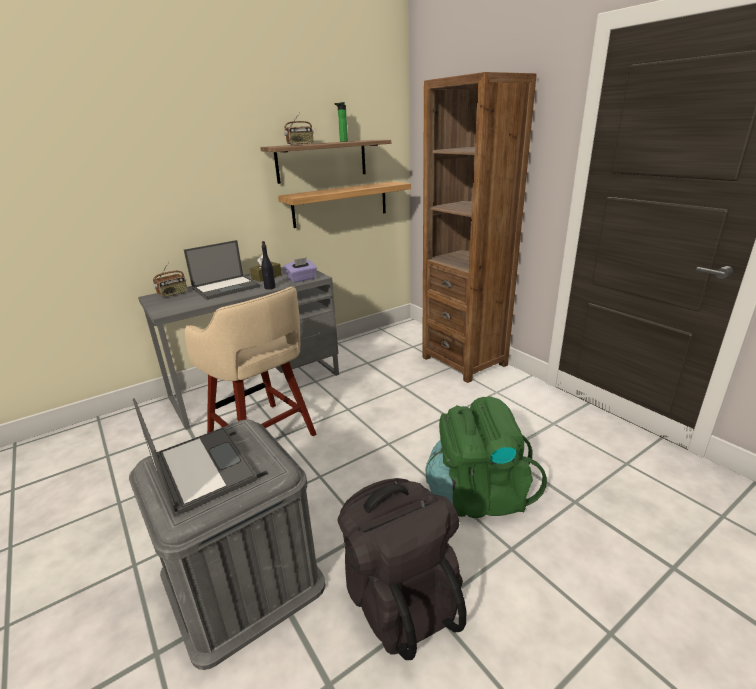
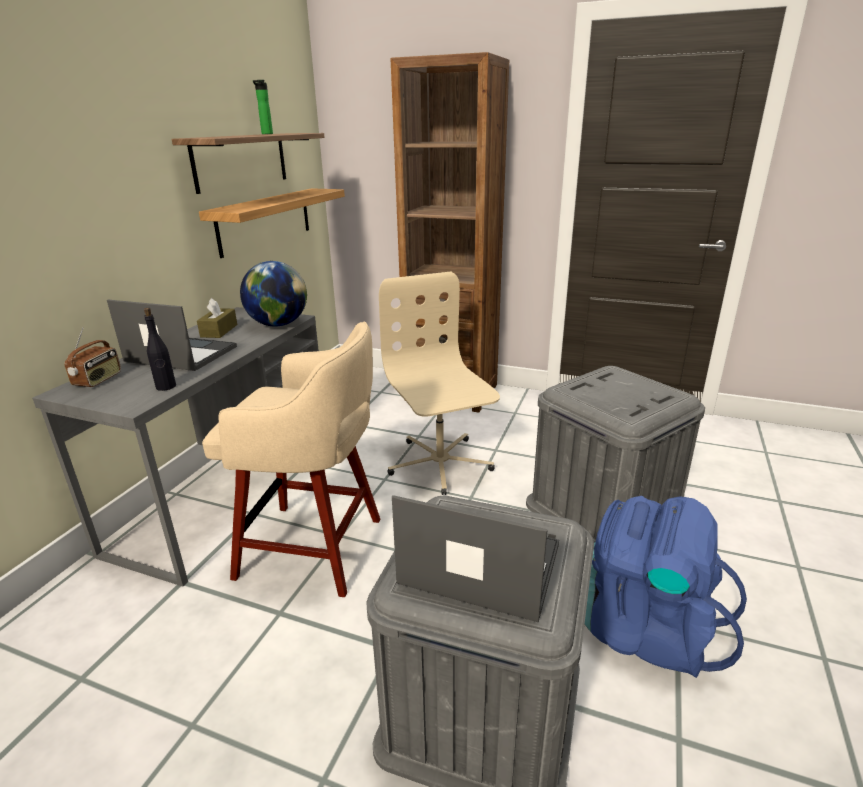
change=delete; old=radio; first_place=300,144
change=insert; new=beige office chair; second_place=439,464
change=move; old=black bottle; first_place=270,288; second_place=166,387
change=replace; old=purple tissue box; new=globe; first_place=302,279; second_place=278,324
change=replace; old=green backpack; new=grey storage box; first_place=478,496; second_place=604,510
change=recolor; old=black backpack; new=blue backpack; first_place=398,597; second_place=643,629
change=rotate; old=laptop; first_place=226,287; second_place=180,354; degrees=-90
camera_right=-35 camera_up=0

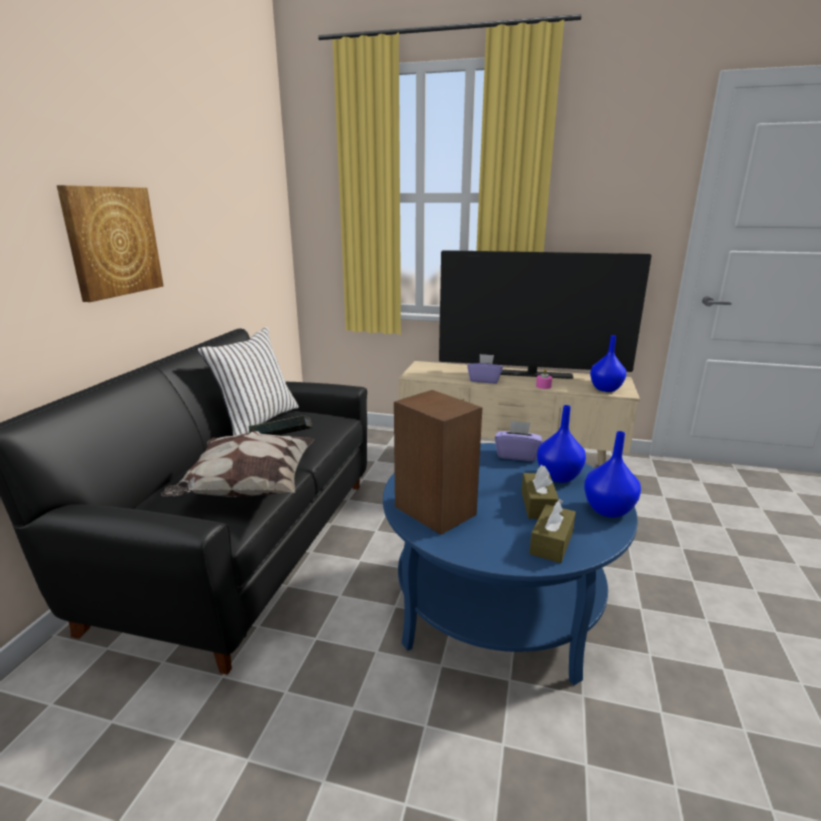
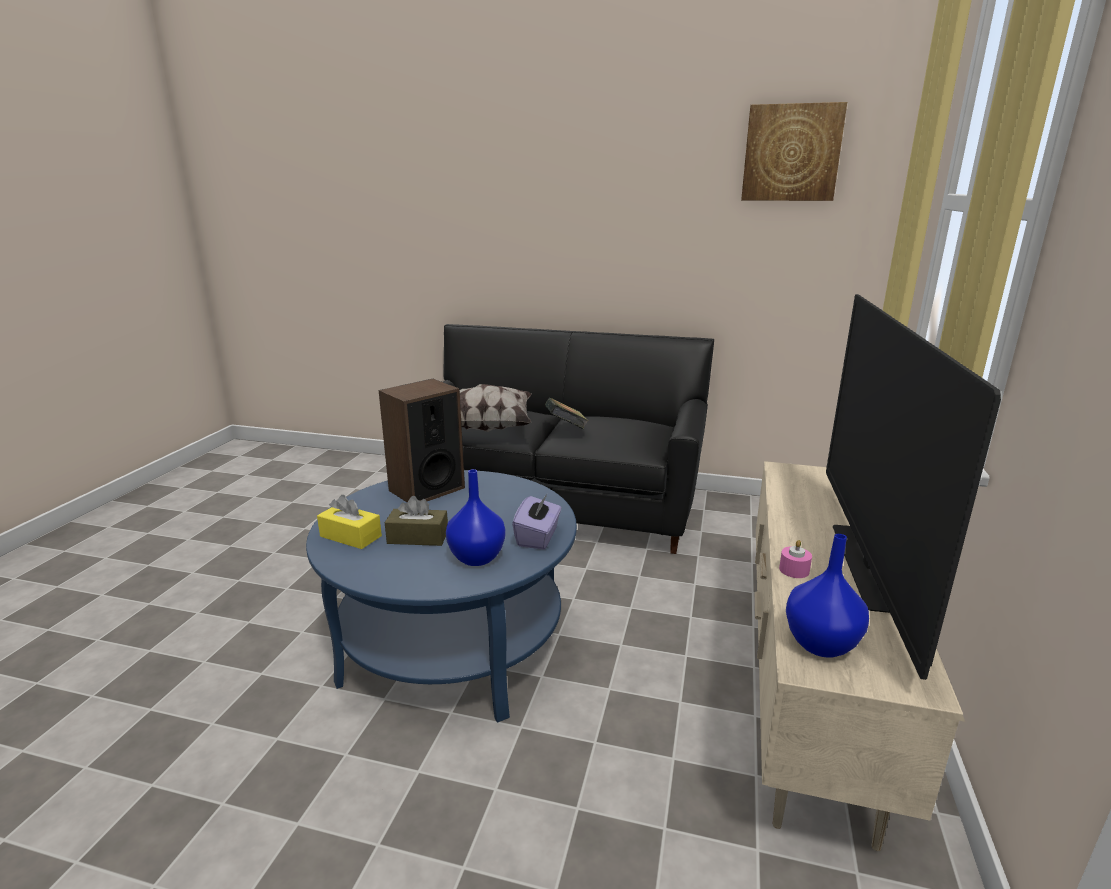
change=delete; old=white pillow; first_place=257,420
change=delete; old=purple tissue box; first_place=484,380
change=delete; old=blue vase; first_place=609,510
change=move; old=picture; first_place=112,241; second_place=791,153
change=recolor; old=brown tissue box; new=yellow tissue box; first_place=551,543; second_place=350,536
camera_right=90 camera_up=0

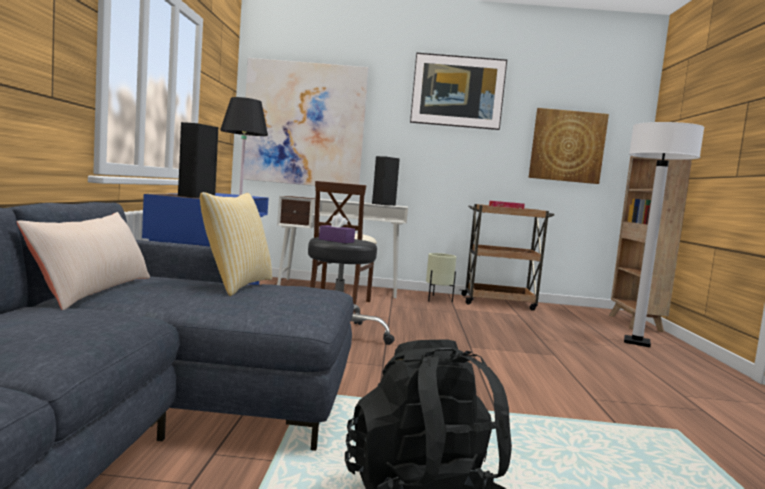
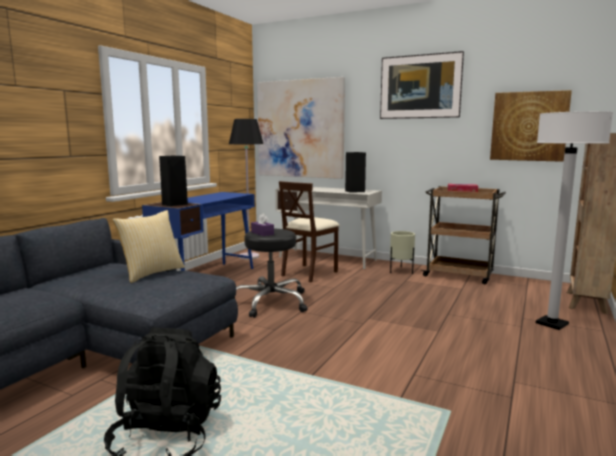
change=delete; old=beige pillow; first_place=93,290
camera_right=25 camera_up=5

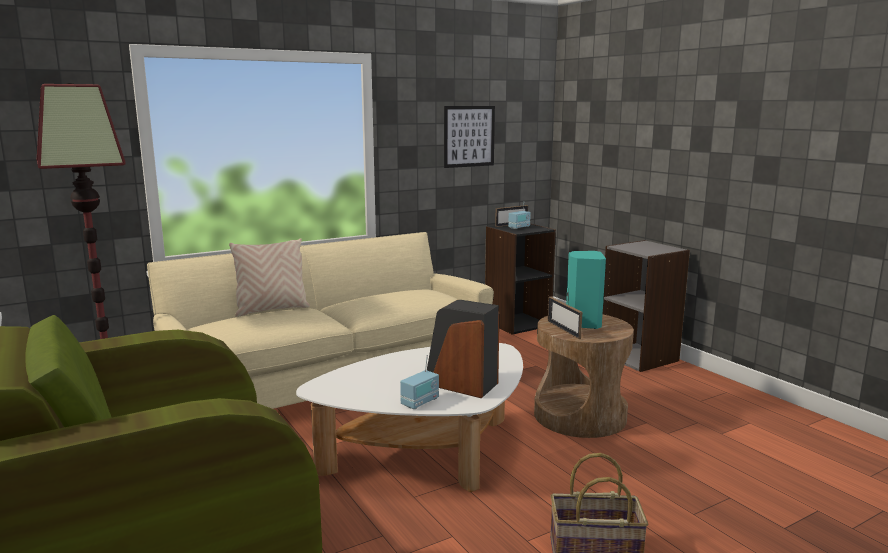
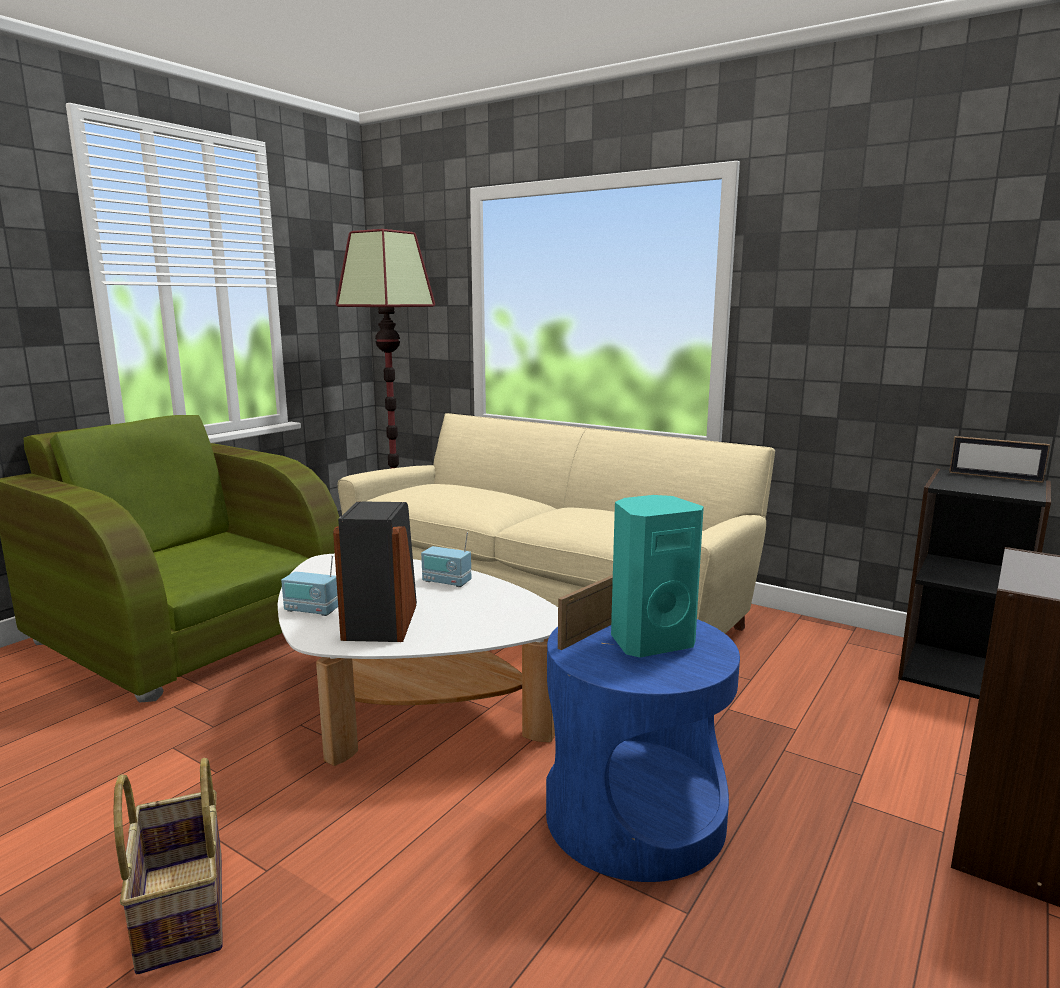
change=delete; old=beige pillow; first_place=271,310
change=delete; old=picture; first_place=469,136
change=move; old=radio; first_place=519,227; second_place=446,582
change=recolor; old=brown side table; new=blue side table; first_place=580,416; second_place=635,816
camera_right=65 camera_up=0

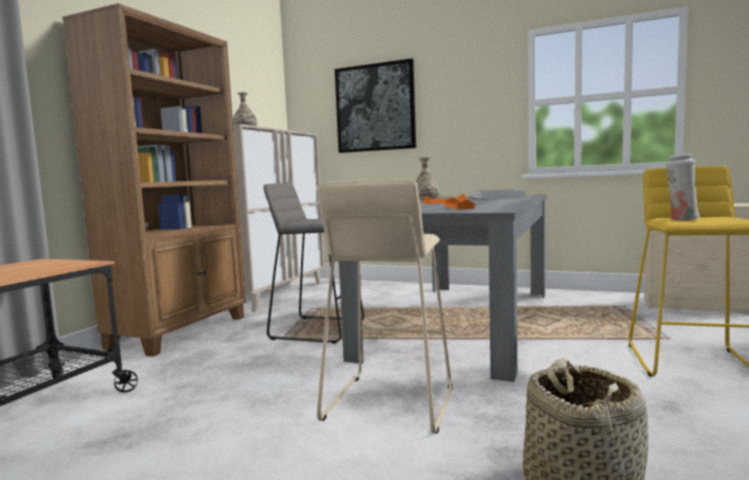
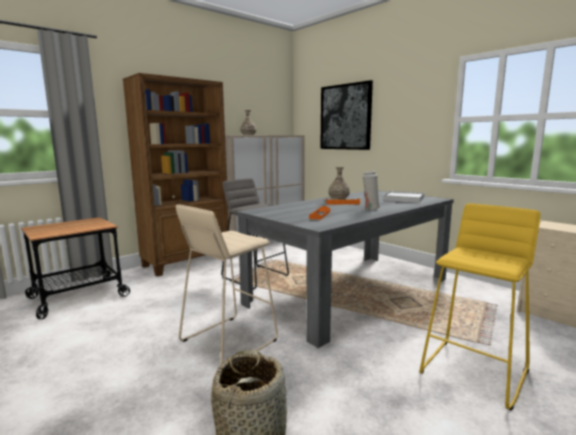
change=move; old=white vase; first_place=682,219; second_place=370,208
camera_right=25 camera_up=5

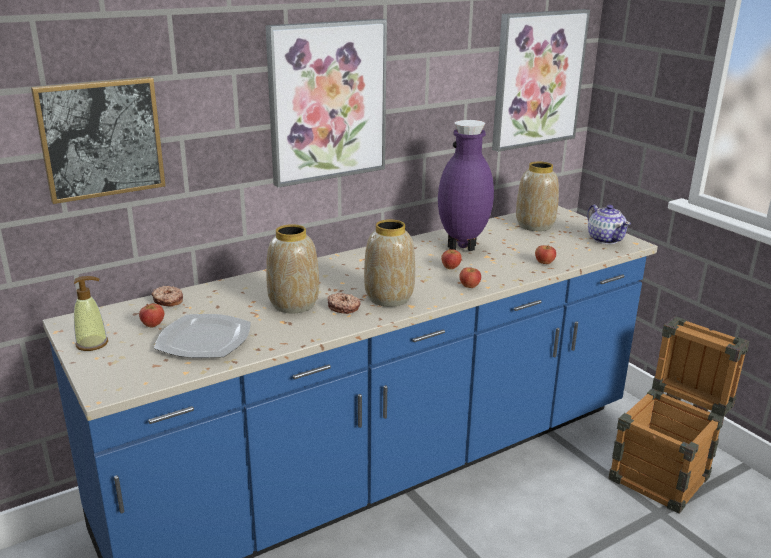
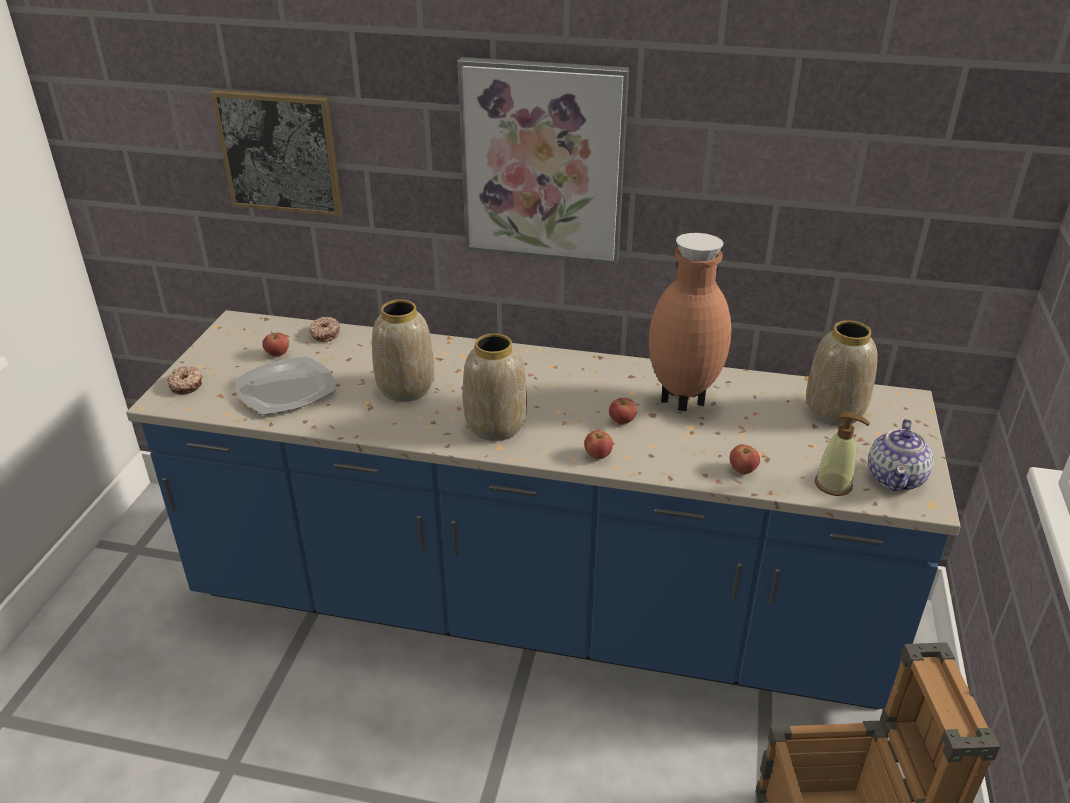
change=delete; old=picture; first_place=537,79
change=move; old=soap dispenser; first_place=92,344; second_place=833,485
change=move; old=donut; first_place=343,307; second_place=187,385
change=recolor; old=purple vase; new=brown vase; first_place=463,248; second_place=682,403
camera_right=45 camera_up=10

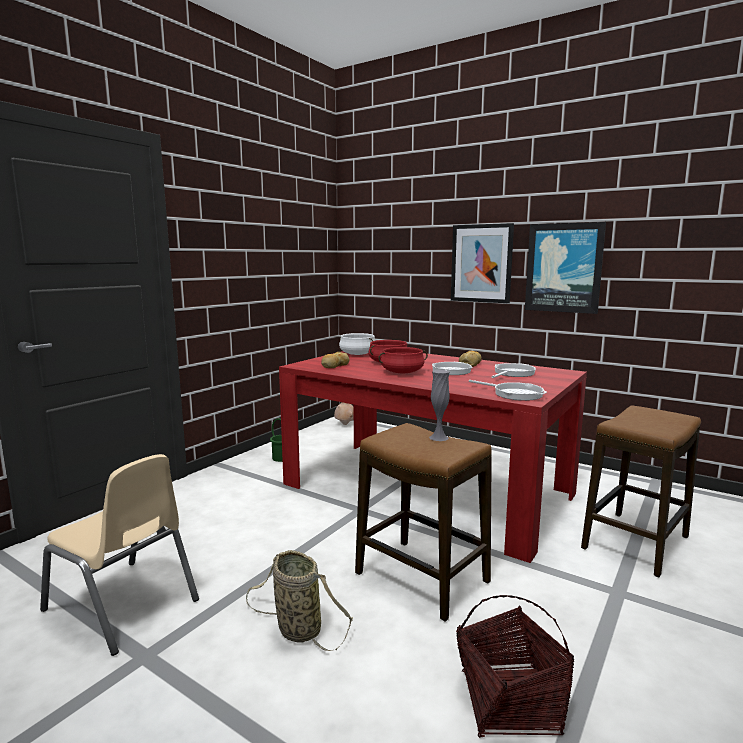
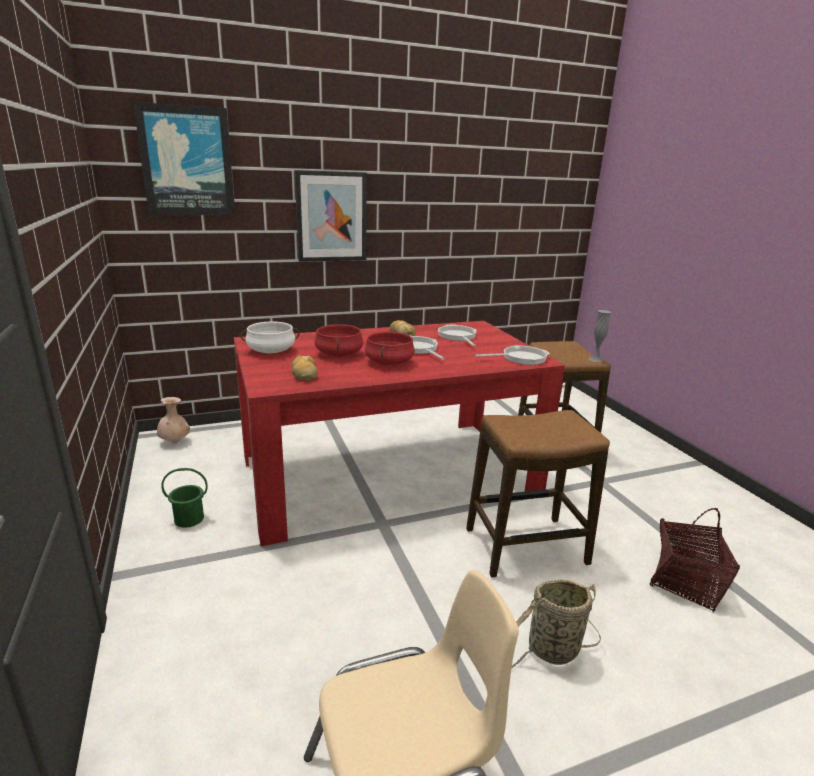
change=move; old=grey vase; first_place=438,437; second_place=595,359
change=move; old=picture; first_place=563,268; second_place=187,162
camera_right=-55 camera_up=10

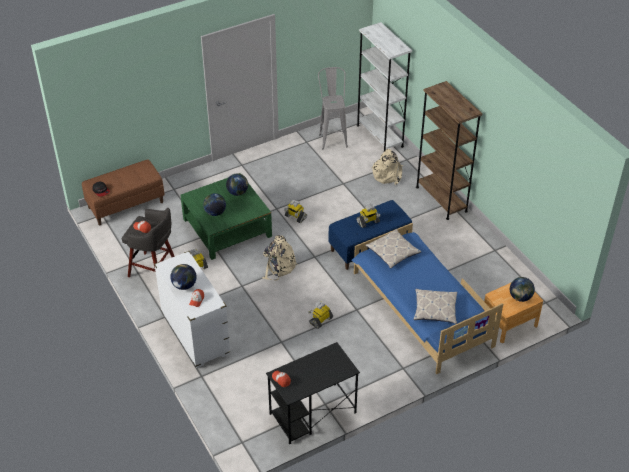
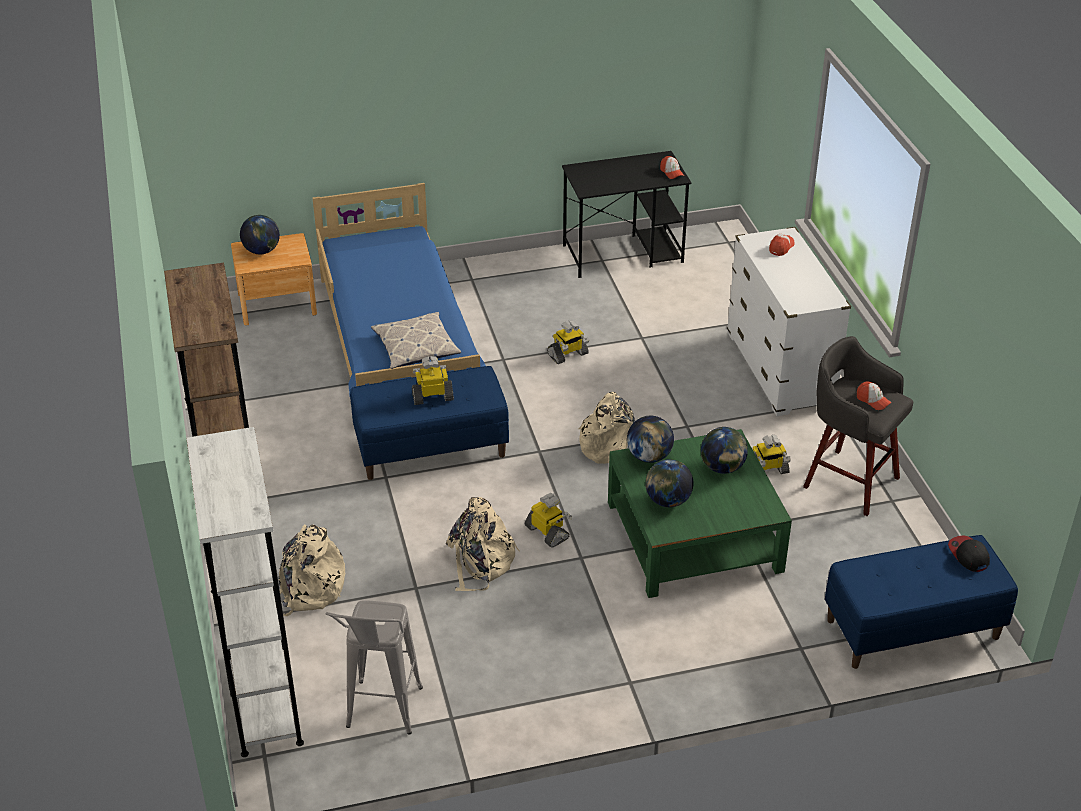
change=delete; old=pillow; first_place=435,309
change=insert; new=beige backpack; second_place=480,562
change=move; old=globe; first_place=184,285; second_place=649,456
change=recolor; old=brown bench; new=blue bench; first_place=126,204; second_place=912,629
camera_right=-165 camera_up=-5

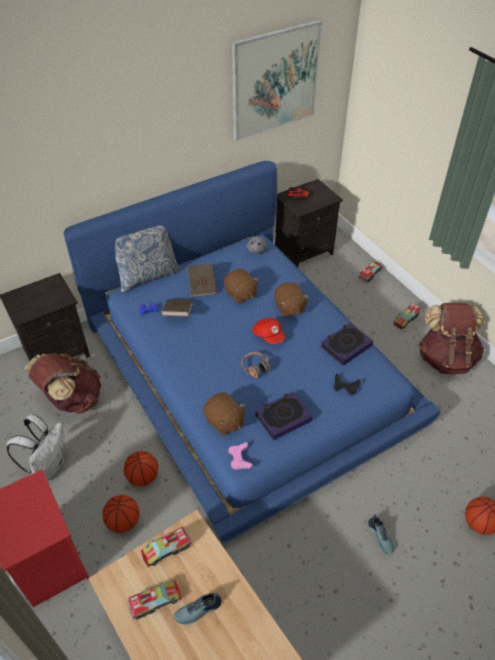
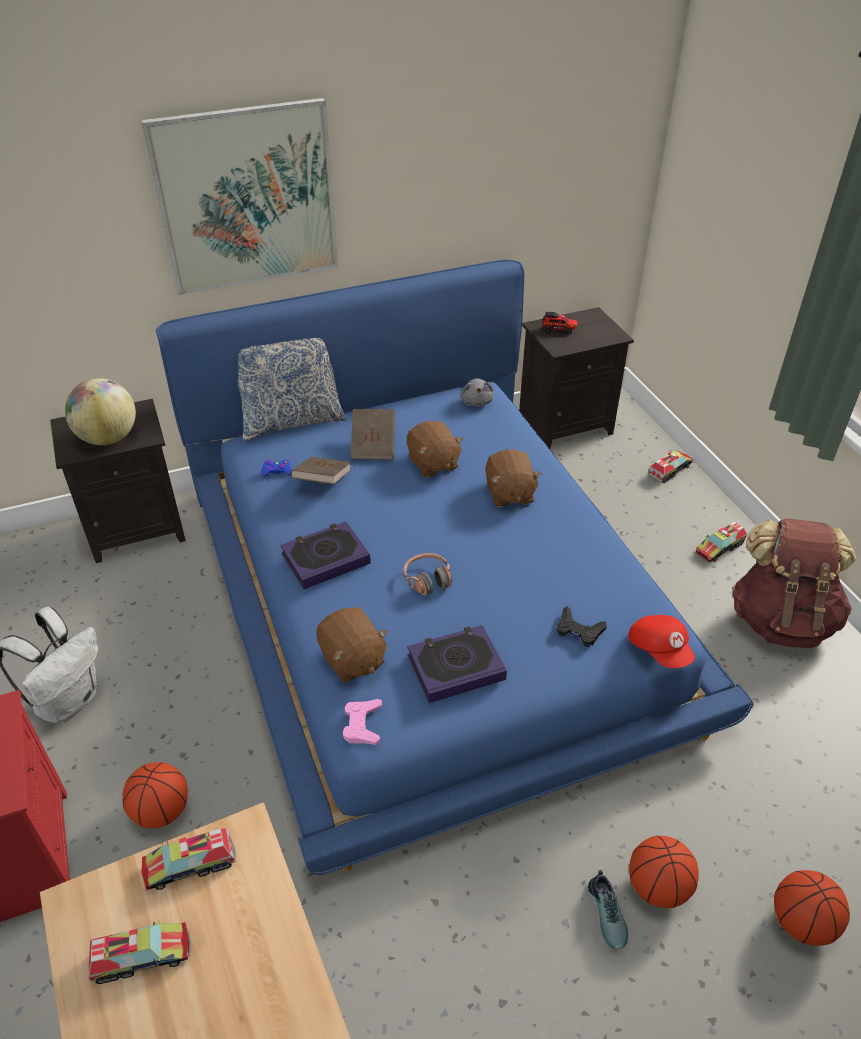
change=delete; old=brown backpack; first_place=72,400
change=delete; old=shoe; first_place=198,611
change=insert; new=globe; second_place=108,438
change=move; old=basketball; first_place=143,477; second_place=657,886
change=move; old=picture; first_place=275,80; second_place=247,198
change=move; old=red cap; first_place=269,336; second_place=660,649
change=move; old=book; first_place=346,346; second_place=325,559
camera_right=10 camera_up=-5

